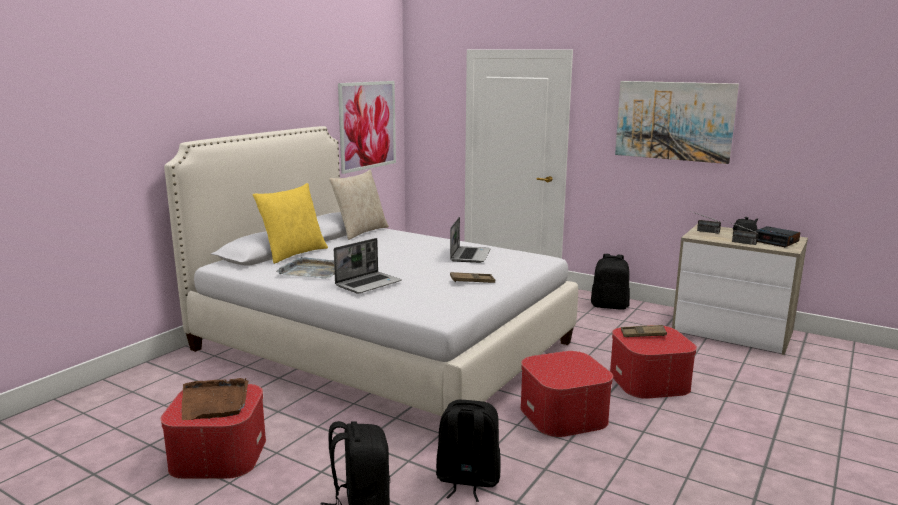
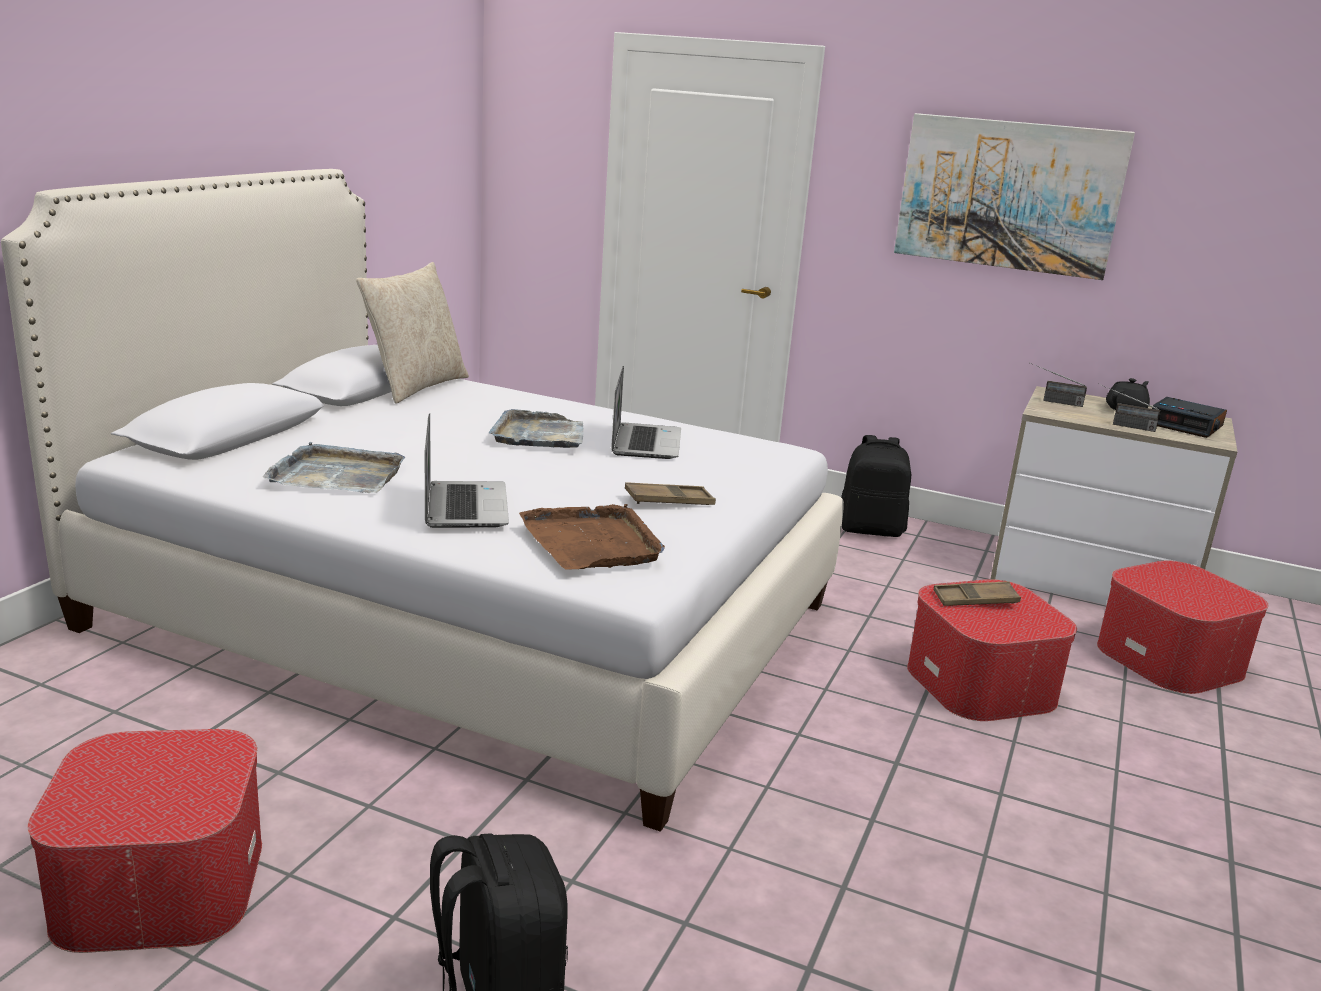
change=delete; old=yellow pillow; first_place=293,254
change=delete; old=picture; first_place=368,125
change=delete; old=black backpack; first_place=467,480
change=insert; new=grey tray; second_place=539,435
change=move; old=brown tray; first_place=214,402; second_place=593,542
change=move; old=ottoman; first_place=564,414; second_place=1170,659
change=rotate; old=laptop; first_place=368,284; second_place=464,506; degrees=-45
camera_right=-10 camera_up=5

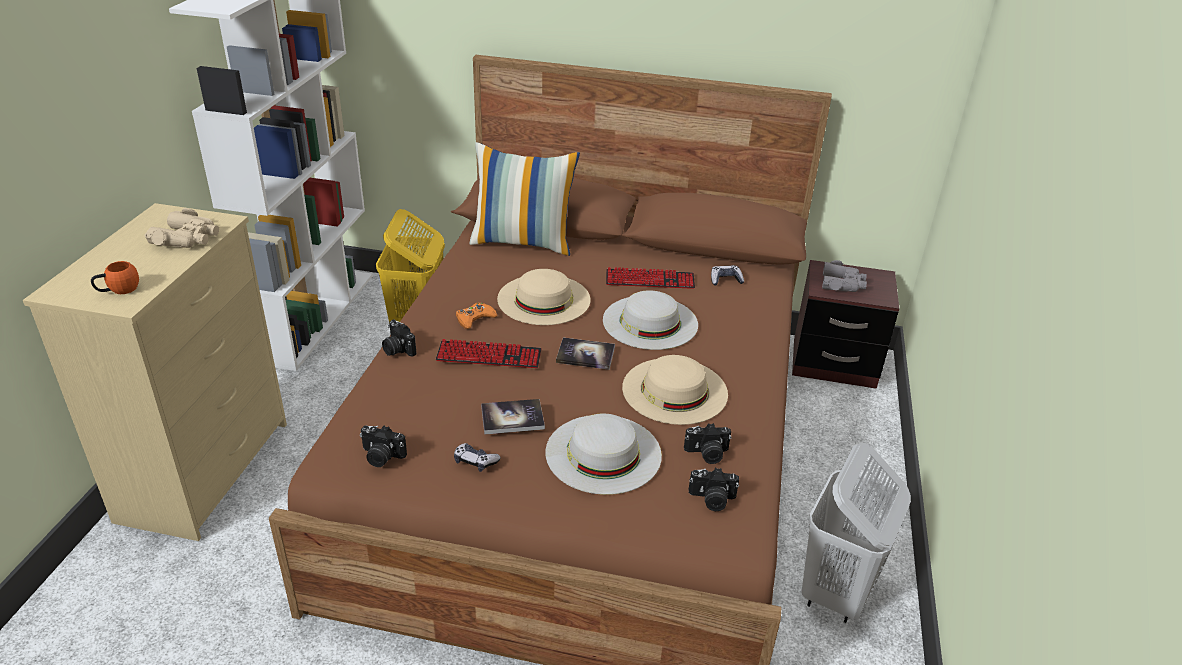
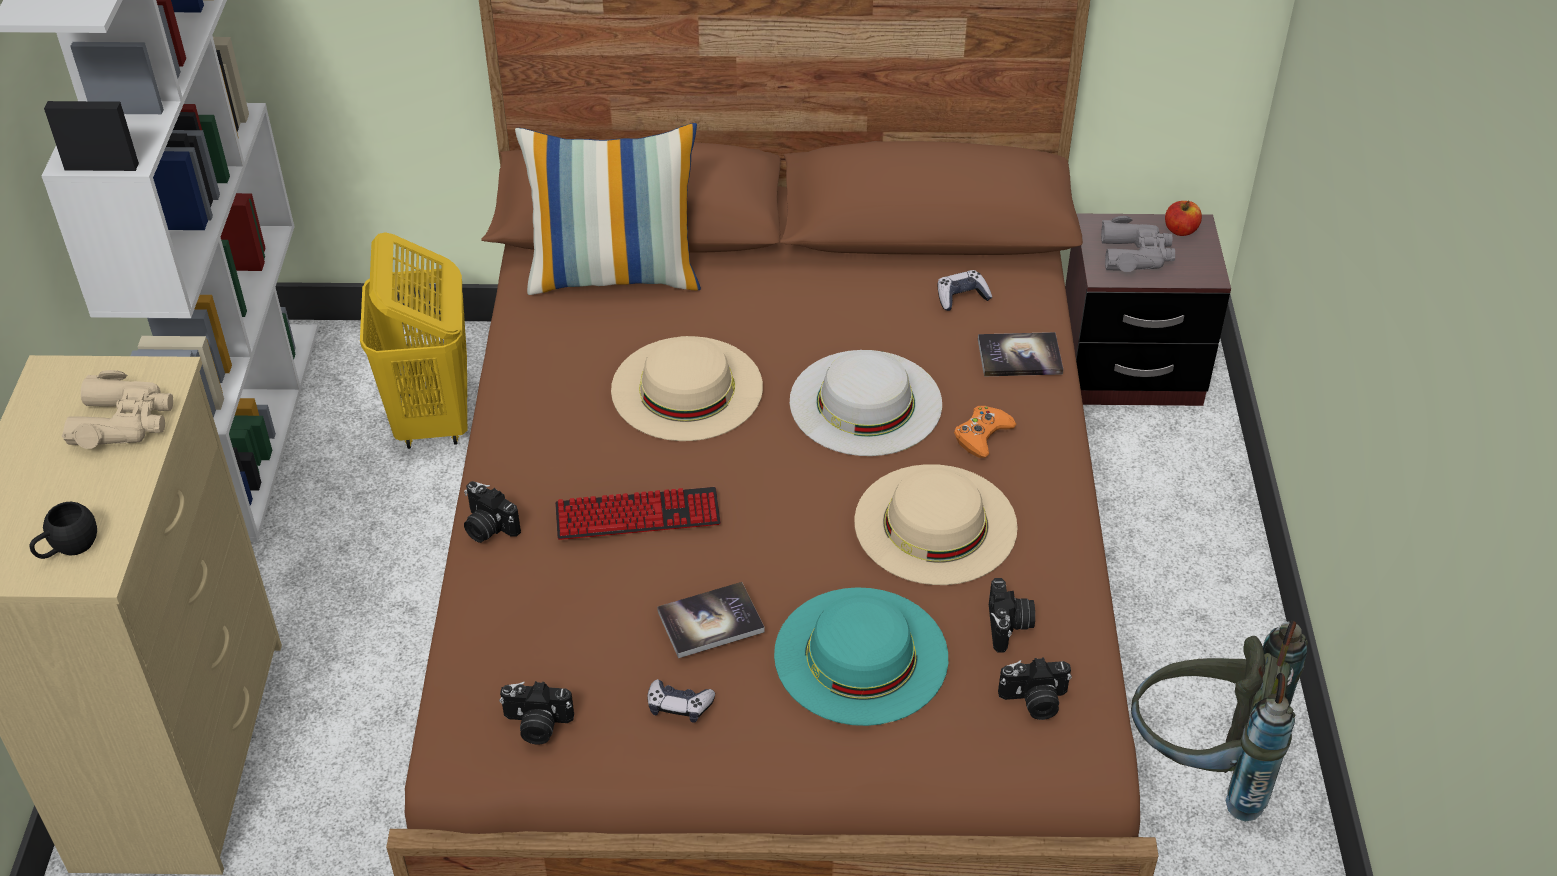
change=delete; old=keyboard; first_place=650,280
change=insert; new=apple; second_place=1180,230
change=move; old=orange game controller; first_place=475,319; second_place=982,435
change=move; old=book; first_place=585,355; second_place=1019,356
change=replace; old=white laundry basket; new=grey backpack; first_place=836,592; second_place=1202,766
change=recolor; old=orange mug; new=black mug; first_place=118,290; second_place=67,548
change=recolor; old=white hat; new=turquoise hat; first_place=603,453; second_place=861,655
change=rotate; old=photo camera; first_place=707,454; second_place=1009,626; degrees=-75
camera_right=-10 camera_up=10

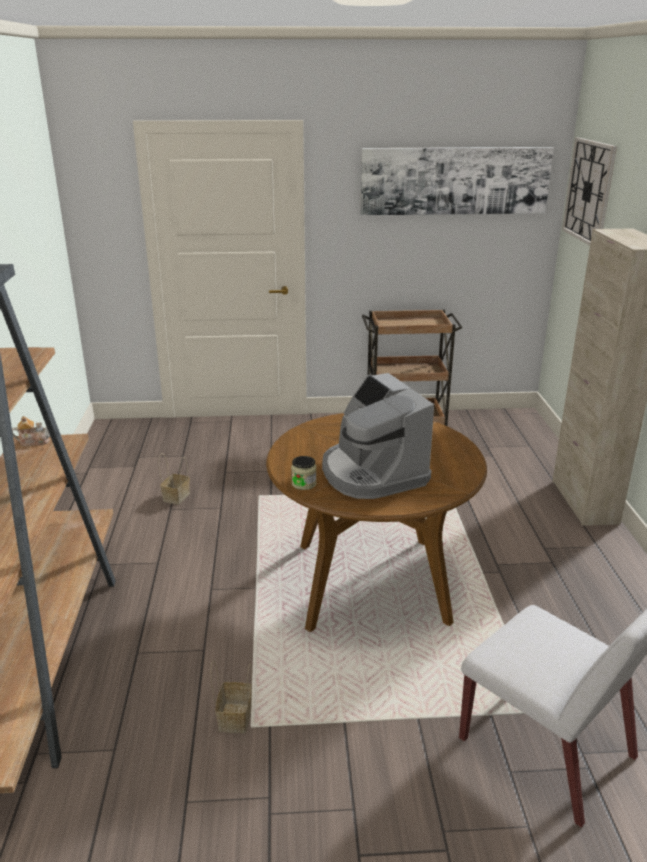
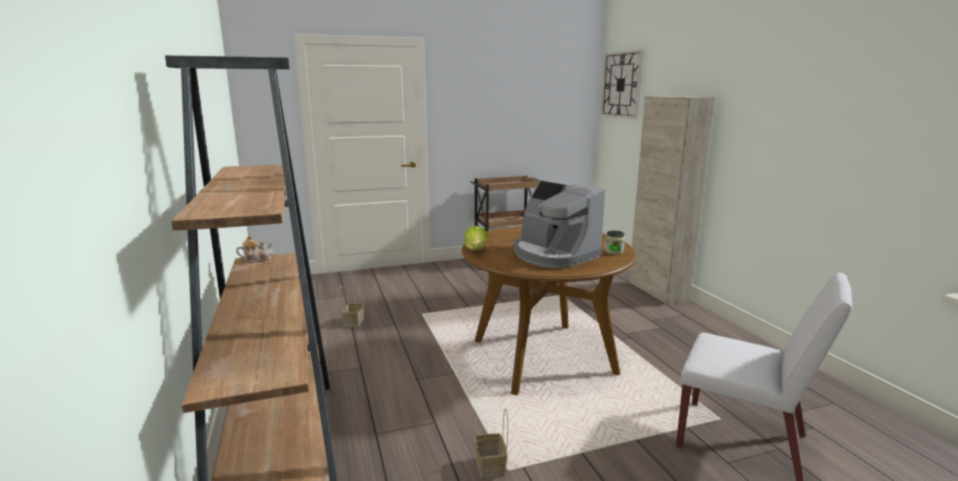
change=delete; old=picture; first_place=455,181
change=insert; new=lettuce; second_place=476,250
change=move; old=jar; first_place=304,484; second_place=614,251
camera_right=-15 camera_up=-10

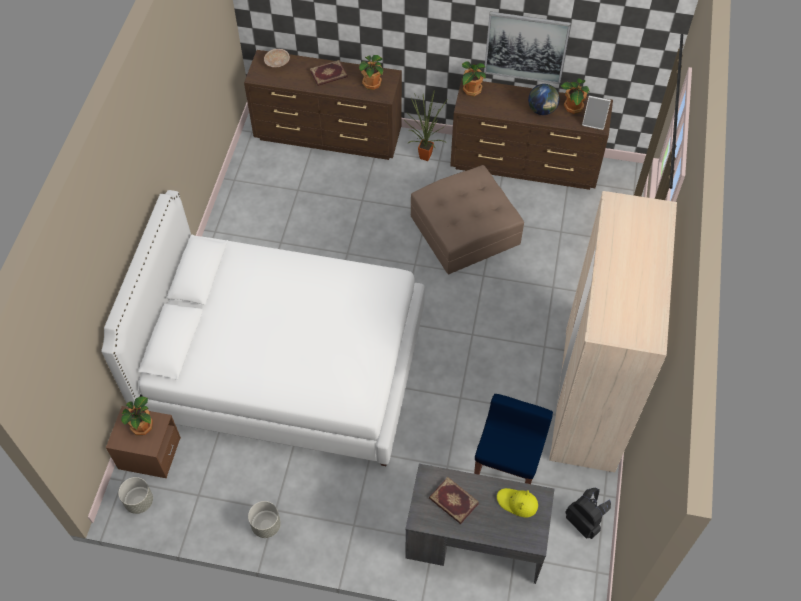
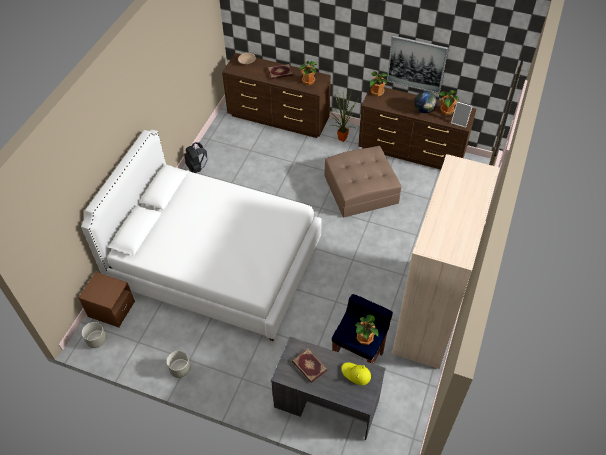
change=move; old=potted plant; first_place=143,426; second_place=365,337
change=move; old=black backpack; first_place=585,521; second_place=196,168
camera_right=10 camera_up=-5

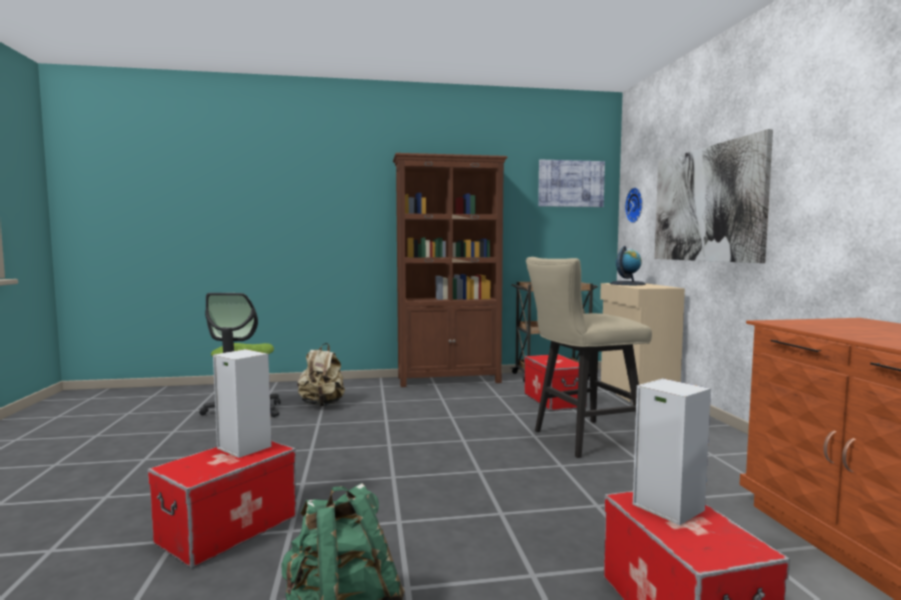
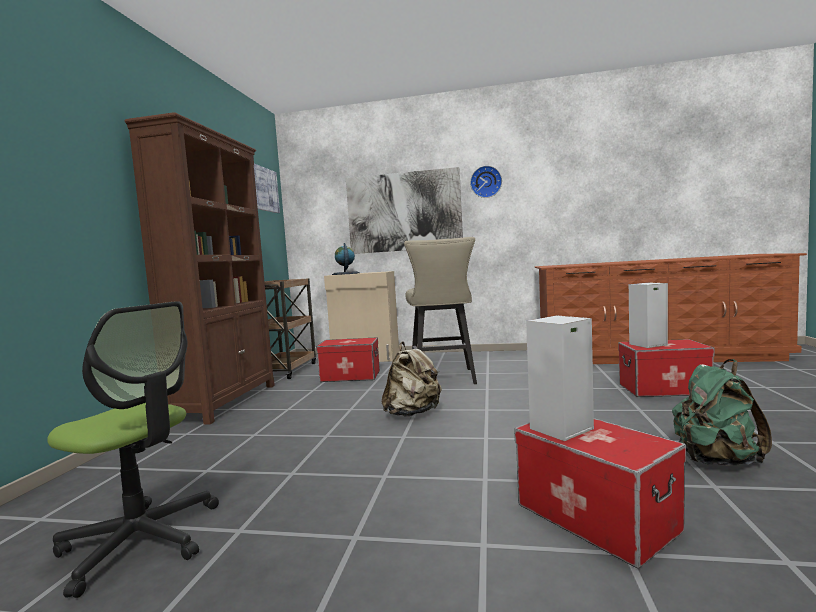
change=move; old=beige backpack; first_place=322,405; second_place=413,413
change=move; old=wall clock; first_place=636,205; second_place=486,182
camera_right=-70 camera_up=0

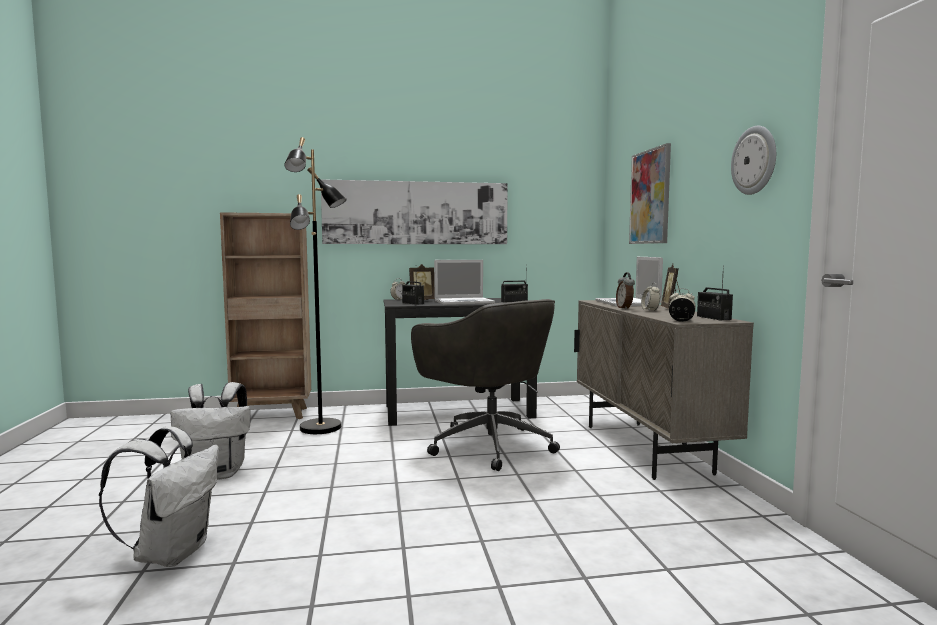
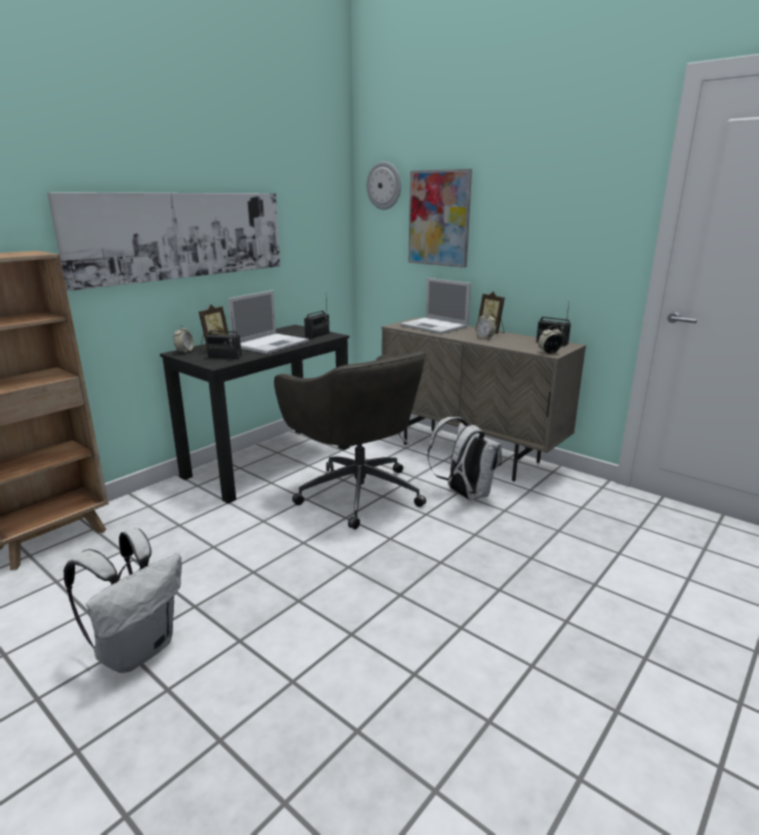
change=delete; old=black floor lamp; first_place=321,428
change=delete; old=alarm clock; first_place=625,308
change=move; old=white backpack; first_place=171,553; second_place=464,494
change=move; old=wall clock; first_place=754,160; second_place=384,185
change=rotate; old=grey office chair; first_place=488,444; second_place=357,492; degrees=45
camera_right=-40 camera_up=15

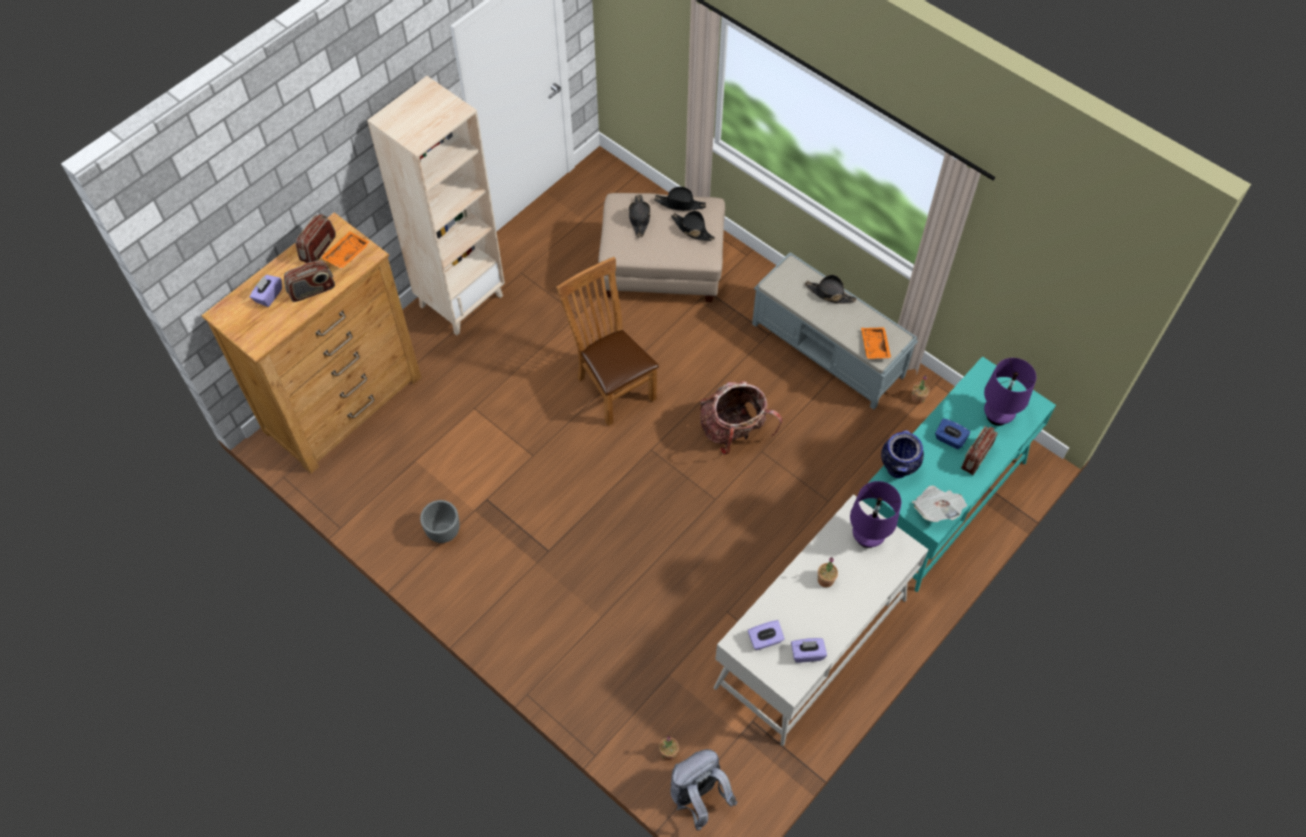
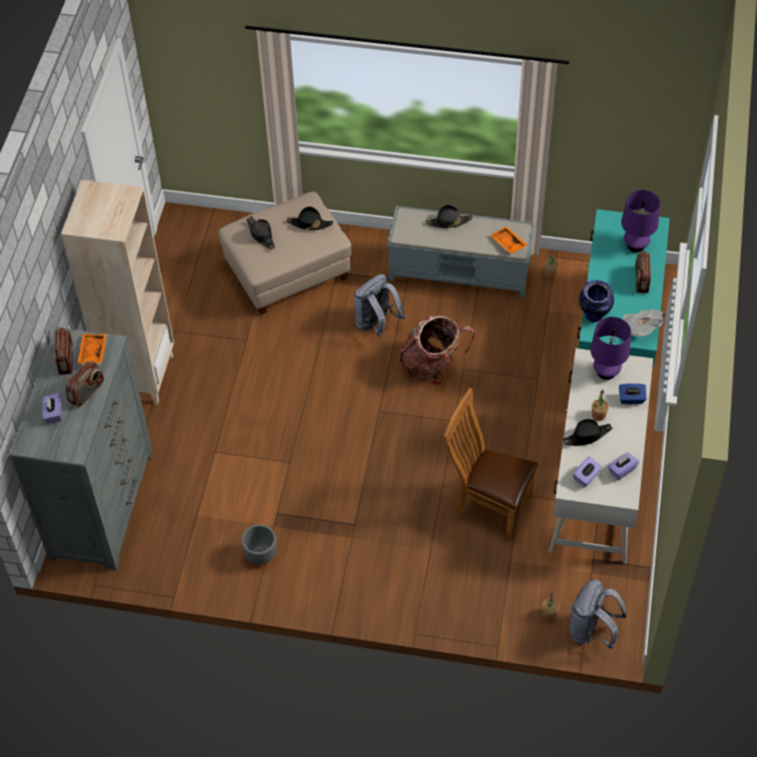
change=insert; new=grey backpack; second_place=376,324
change=move; old=brown chair; first_place=612,386; second_place=488,504
change=move; old=black hat; first_place=680,204; second_place=587,436
change=move; old=blue tissue box; first_place=949,439; second_place=631,399
change=recolor; old=brown dresser; new=grey dresser; first_place=343,404; second_place=102,504
camera_right=-30 camera_up=-5

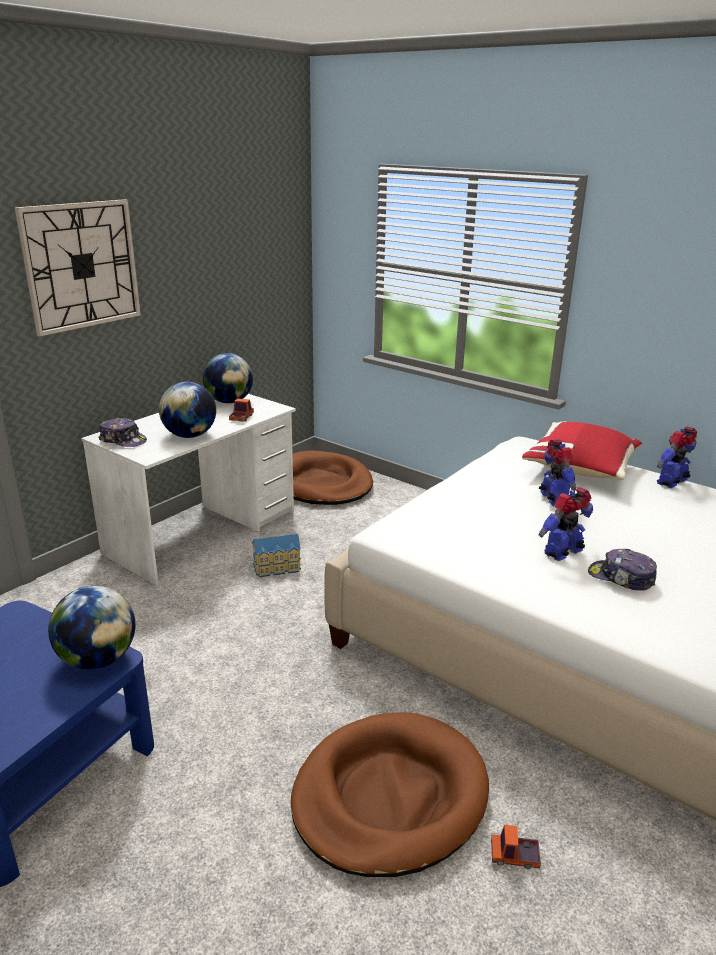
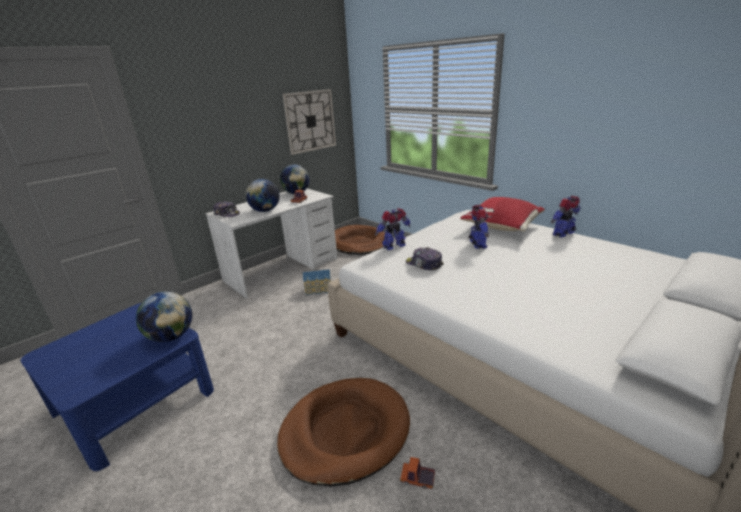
change=move; old=wall clock; first_place=81,265; second_place=310,121
change=move; old=toy robot; first_place=564,553; second_place=395,246
change=move; old=cap; first_place=621,578; second_place=424,264
camera_right=10 camera_up=0

